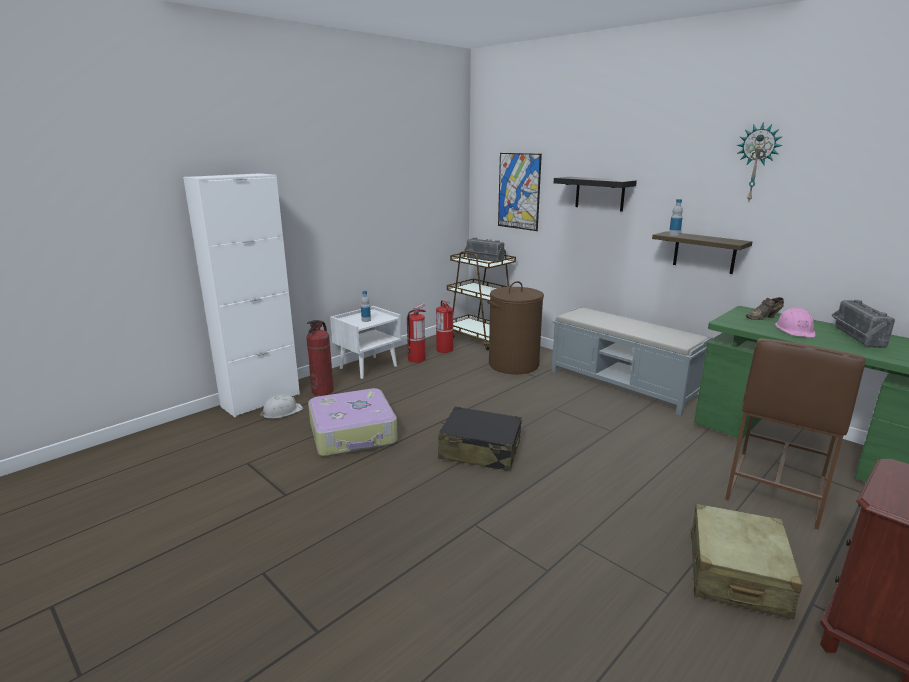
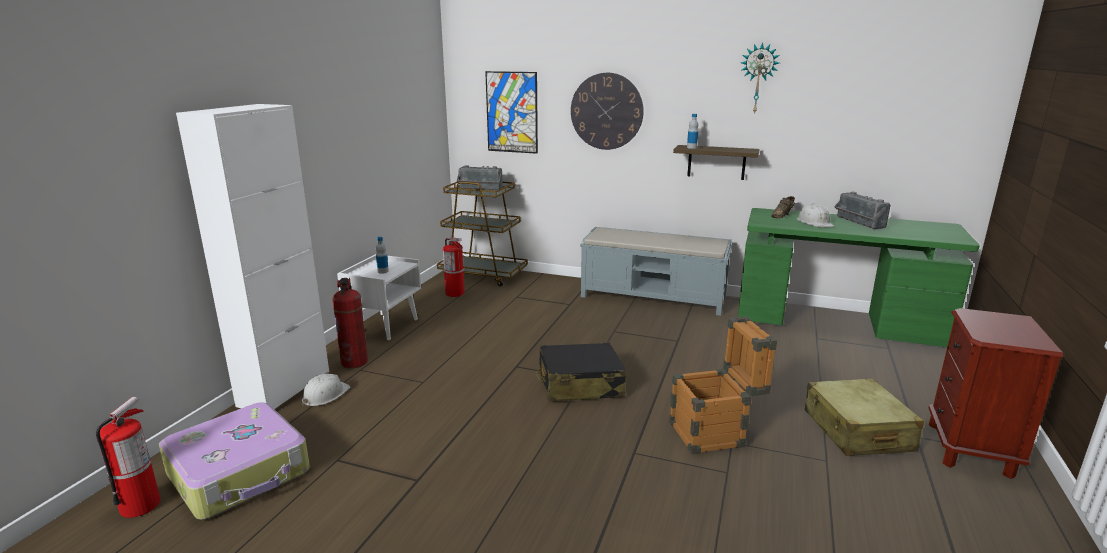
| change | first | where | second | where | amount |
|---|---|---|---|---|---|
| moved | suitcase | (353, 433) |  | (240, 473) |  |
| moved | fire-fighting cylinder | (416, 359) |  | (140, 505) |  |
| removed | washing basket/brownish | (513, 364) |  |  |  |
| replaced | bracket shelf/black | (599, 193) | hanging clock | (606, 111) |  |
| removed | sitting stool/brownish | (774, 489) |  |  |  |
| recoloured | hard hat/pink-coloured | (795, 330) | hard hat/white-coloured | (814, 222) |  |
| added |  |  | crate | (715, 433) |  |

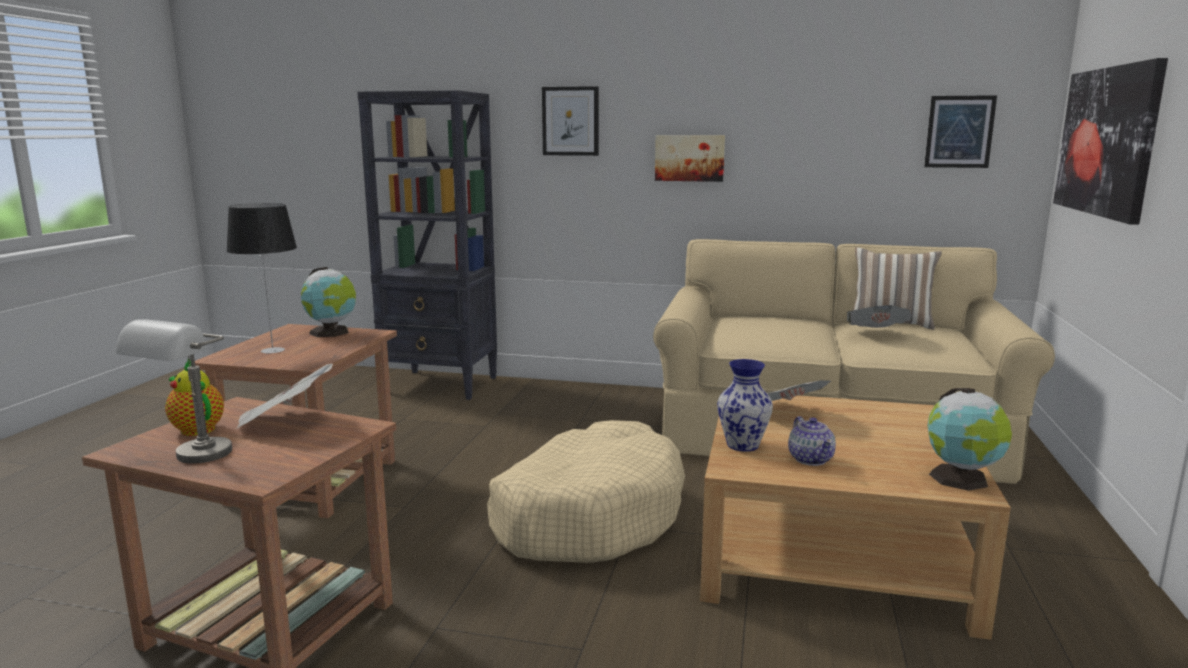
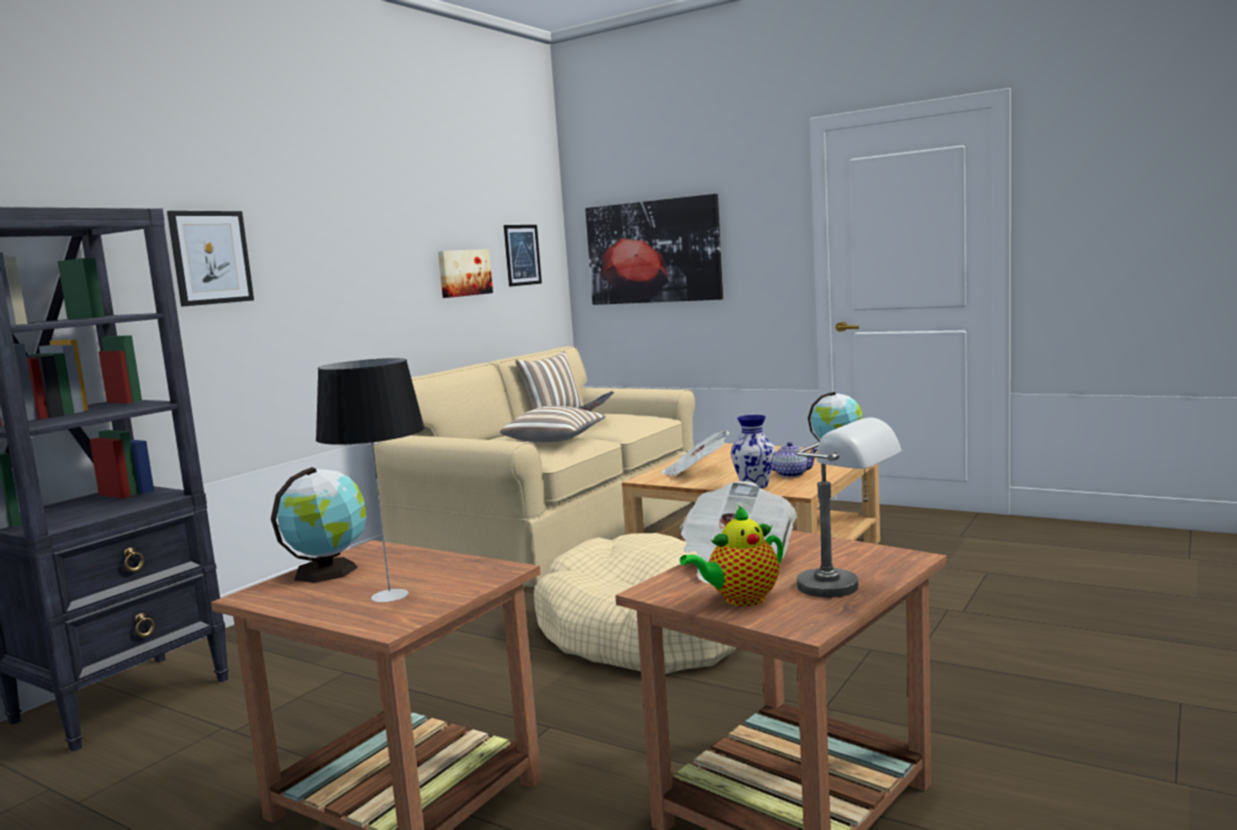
| change | first | where | second | where | amount |
|---|---|---|---|---|---|
| moved | wall art | (689, 158) |  | (463, 273) |  |
| added |  |  | throw pillow | (555, 440) |  |

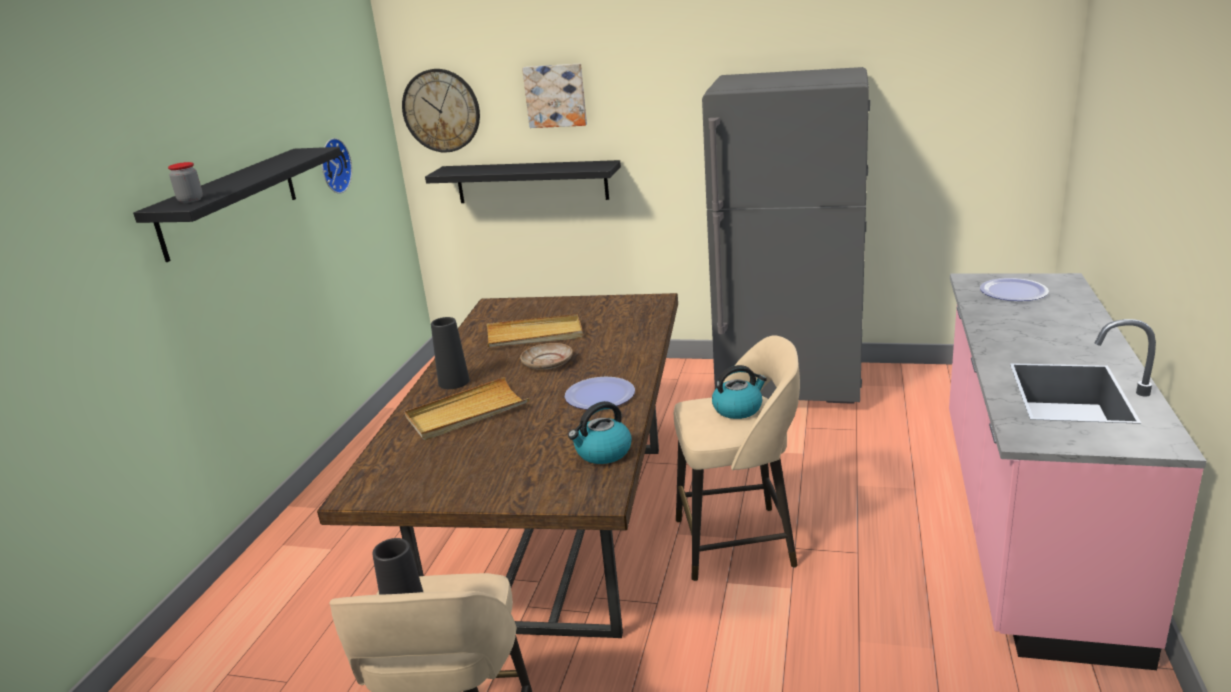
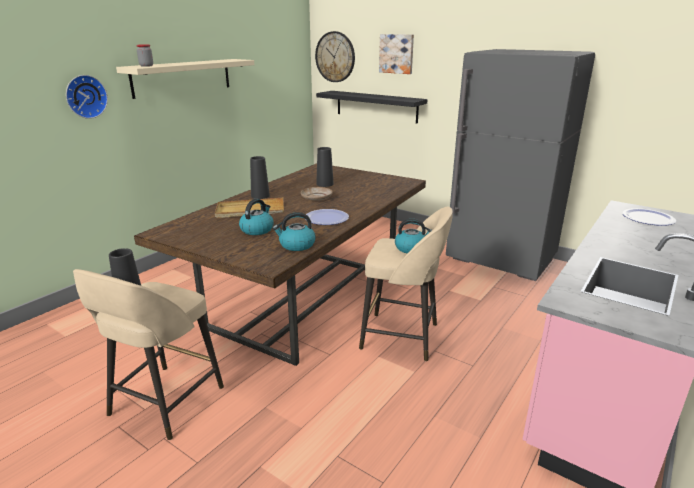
| change | first | where | second | where | amount |
|---|---|---|---|---|---|
| recoloured | bracket shelf/black | (230, 202) | bracket shelf/beige | (182, 77) |  |
| moved | hanging clock | (333, 166) |  | (85, 96) |  |
| replaced | carrying tray/beige | (535, 335) | vase/black | (325, 184) |  |
| added |  |  | tea kettle | (257, 229) |  |

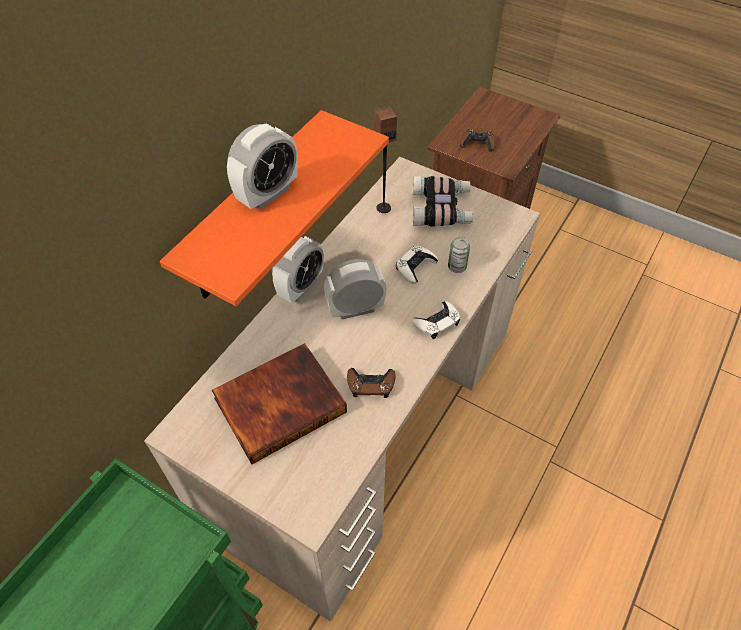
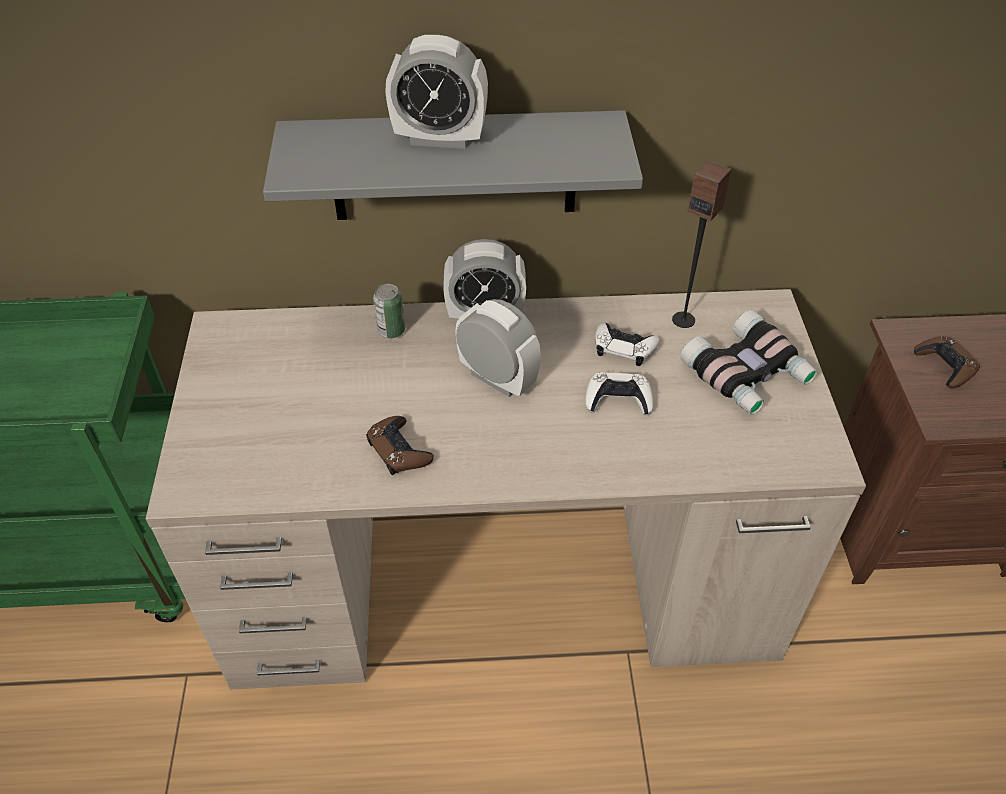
| change | first | where | second | where | amount |
|---|---|---|---|---|---|
| recoloured | bracket shelf/orange-coloured | (254, 210) | bracket shelf/gray | (454, 166) |  |
| removed | book | (280, 403) |  |  |  |
| moved | joypad/white-coloured | (437, 322) |  | (624, 348) |  |
| moved | sealed can | (457, 267) |  | (391, 330) |  |

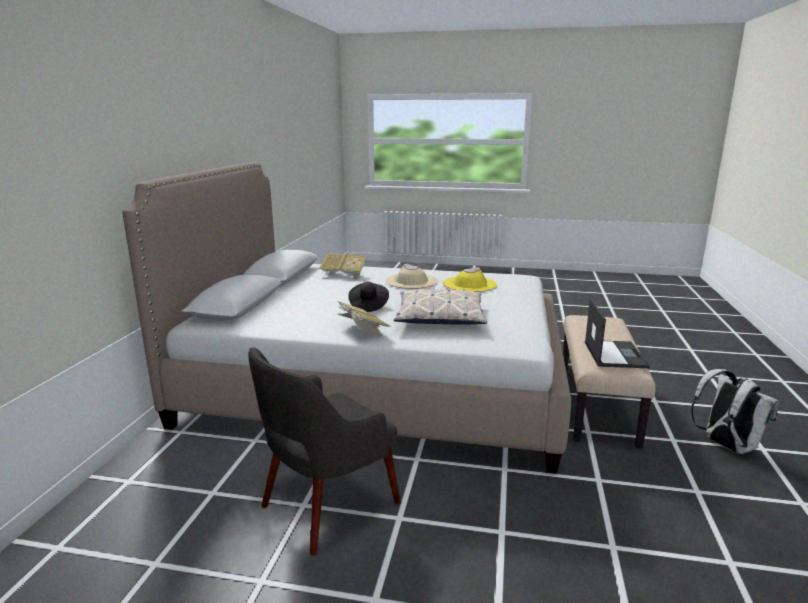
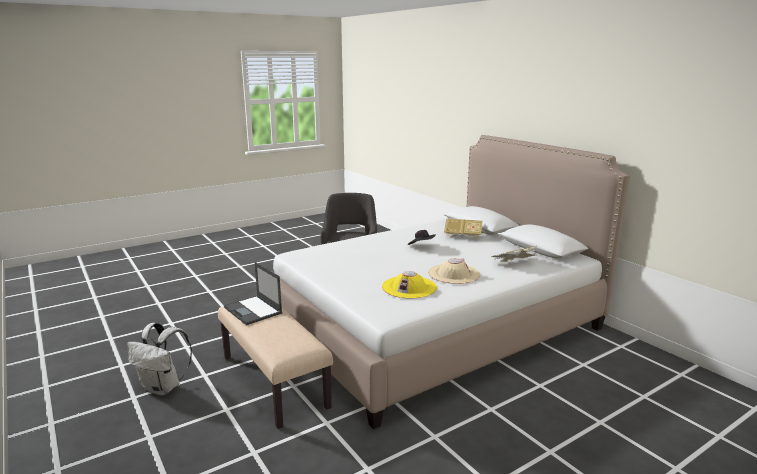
| change | first | where | second | where | amount |
|---|---|---|---|---|---|
| moved | book | (362, 330) |  | (462, 236) |  |
| removed | throw pillow | (440, 317) |  |  |  |

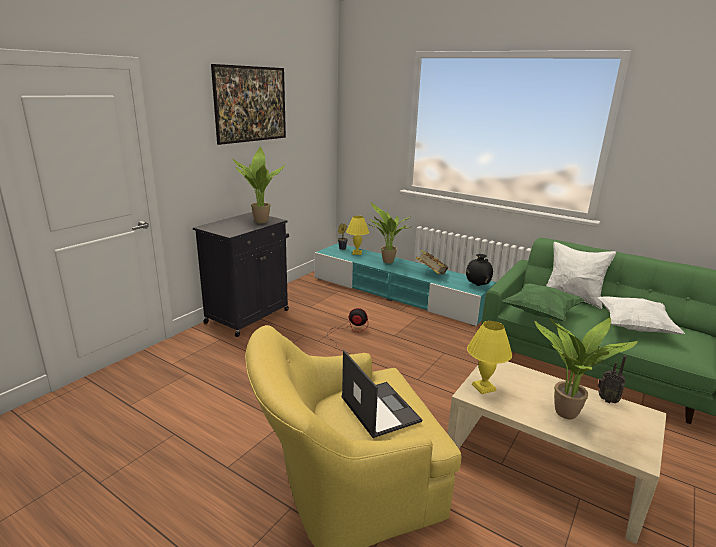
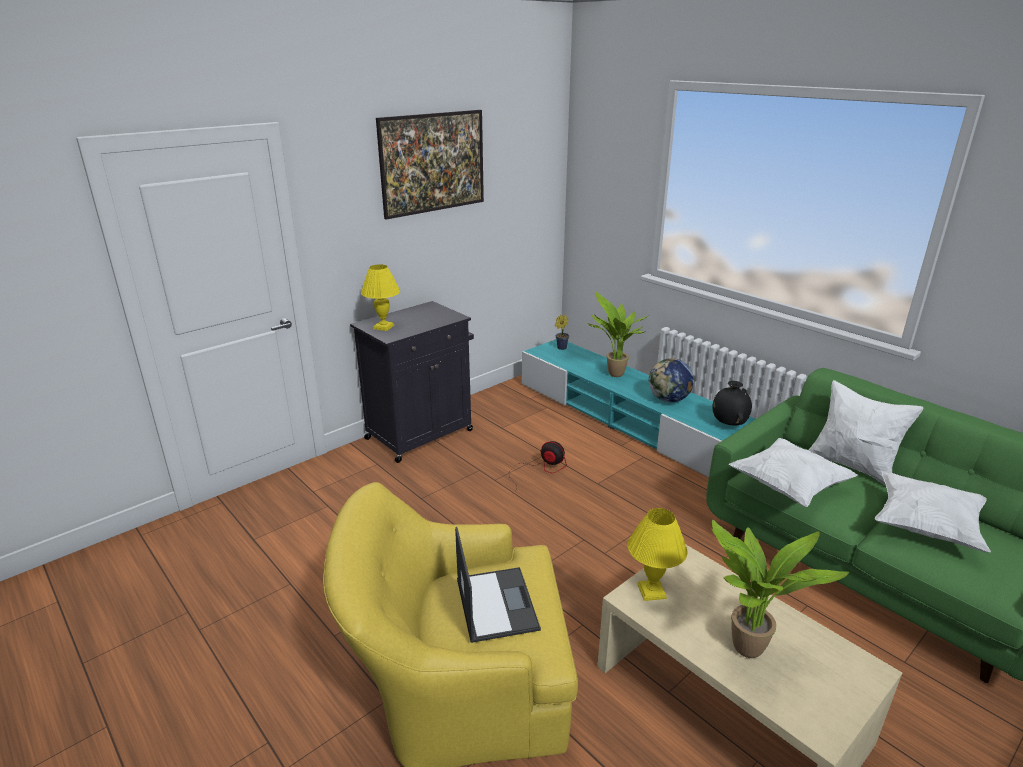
| change | first | where | second | where | amount |
|---|---|---|---|---|---|
| removed | plant in a pot | (259, 221) |  |  |  |
| moved | tabletop lamp/yellow | (356, 253) |  | (383, 327) |  |
| replaced | book | (431, 274) | world globe | (669, 399) |  |
| recoloured | throw pillow/greenish | (540, 313) | throw pillow/white-coloured | (788, 486) |  |
| removed | radio receiver | (607, 400) |  |  |  |

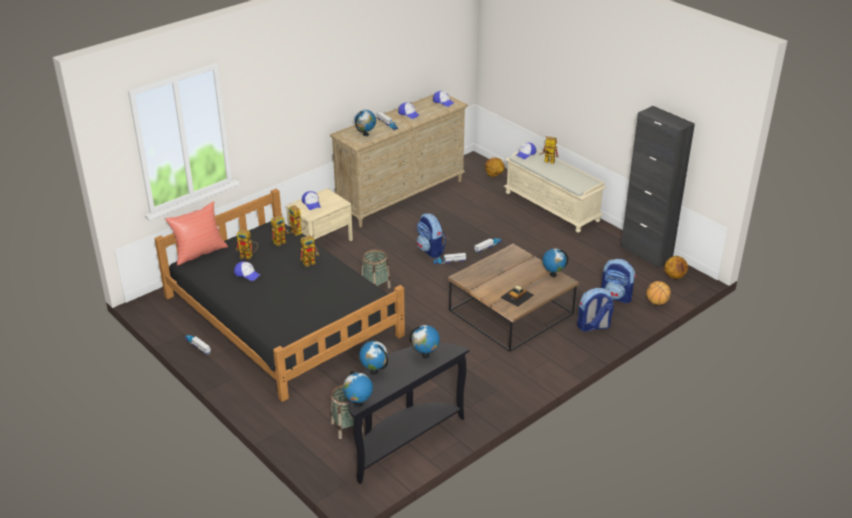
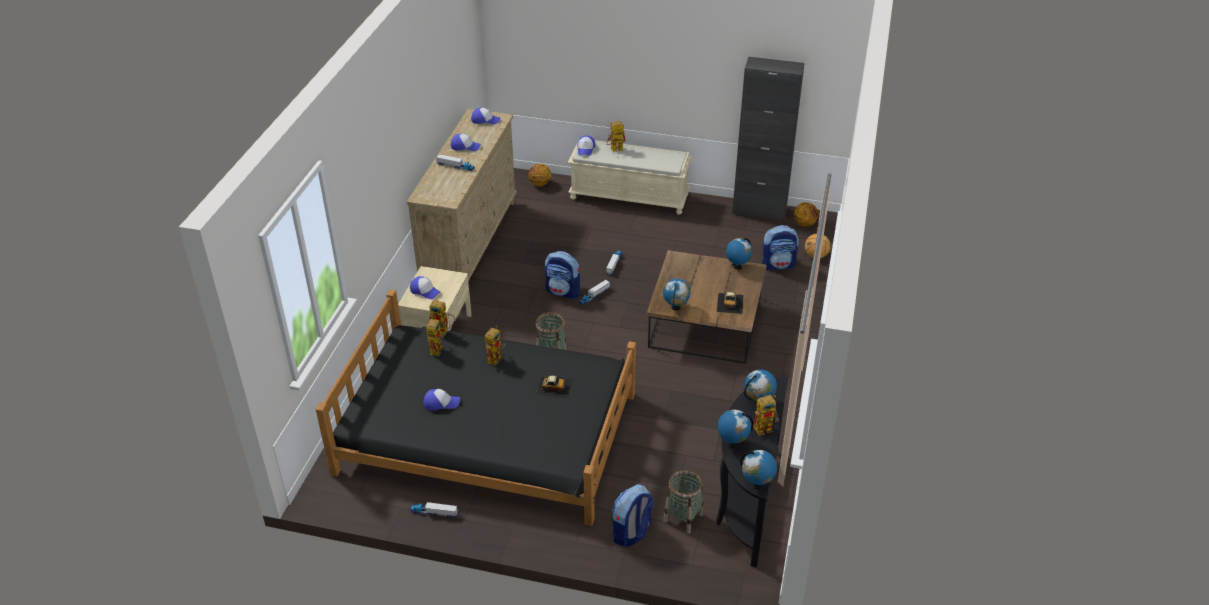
| change | first | where | second | where | amount |
|---|---|---|---|---|---|
| removed | throw pillow/red | (199, 252) |  |  |  |
| moved | toy robot | (249, 256) |  | (766, 427) |  |
| moved | world globe | (366, 134) |  | (676, 308) |  |
| moved | backpack | (593, 326) |  | (632, 533) |  |
| added |  |  | toy car | (553, 386) |  |

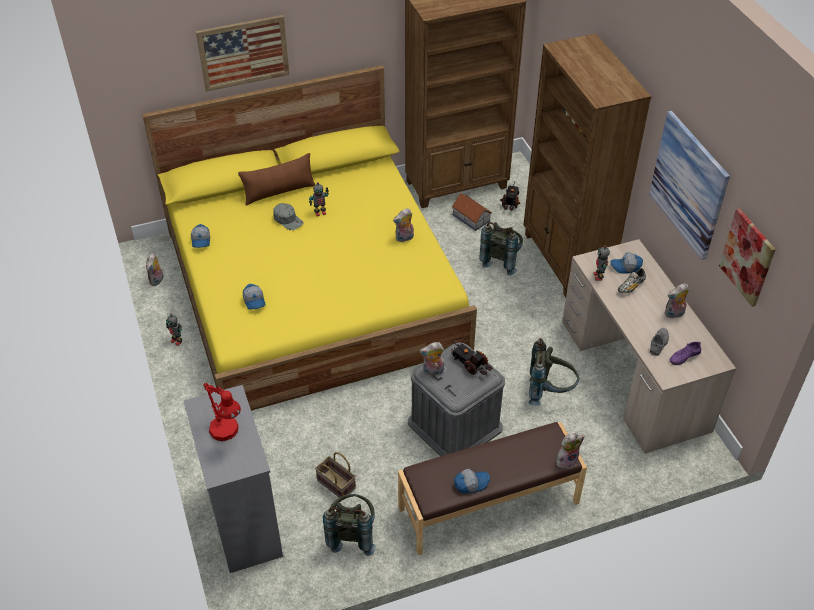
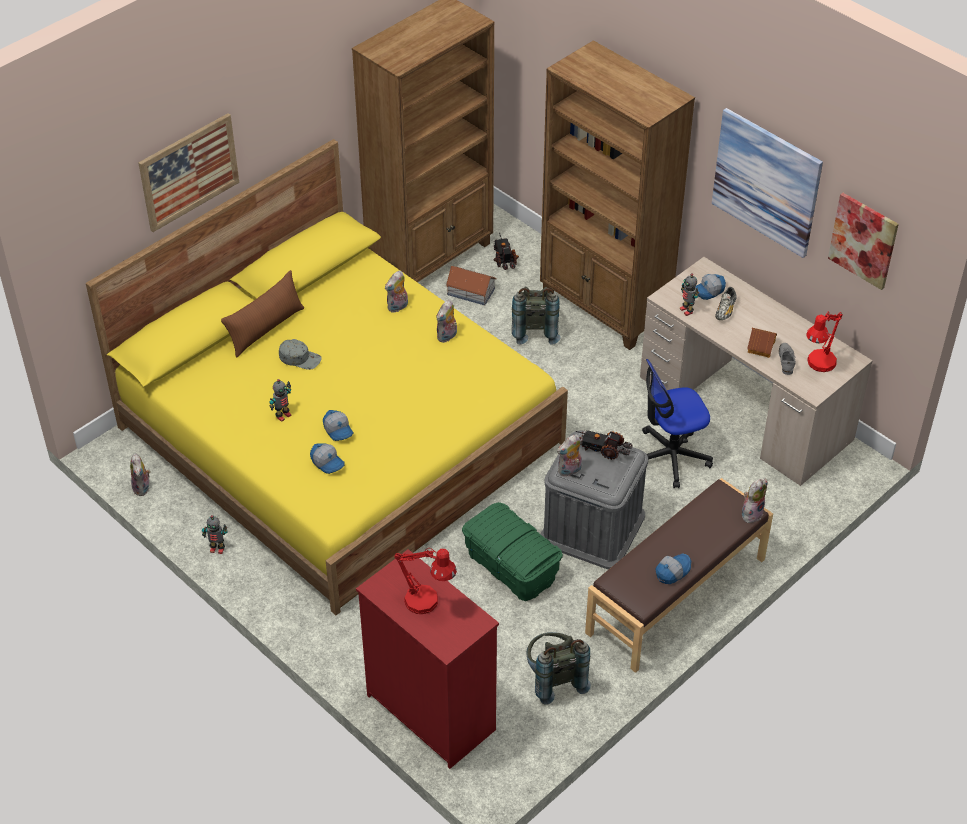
| change | first | where | second | where | amount |
|---|---|---|---|---|---|
| recoloured | chest of drawers/gray | (245, 521) | chest of drawers/red | (430, 711) |  |
| moved | peaked cap | (201, 241) |  | (338, 430) |  |
| moved | toy robot | (320, 212) |  | (283, 415) |  |
| removed | household basket | (335, 484) |  |  |  |
| replaced | backpack/gray | (549, 392) | desk chair | (670, 457) |  |
| moved | cuddly toy | (674, 314) |  | (398, 307) |  |
| replaced | item of footwear/purple | (684, 356) | tabletop lamp/red | (818, 365) |  |
| added |  |  | storage bin/greenish | (511, 566) |  |
| added |  |  | toy house | (760, 347) |  |

